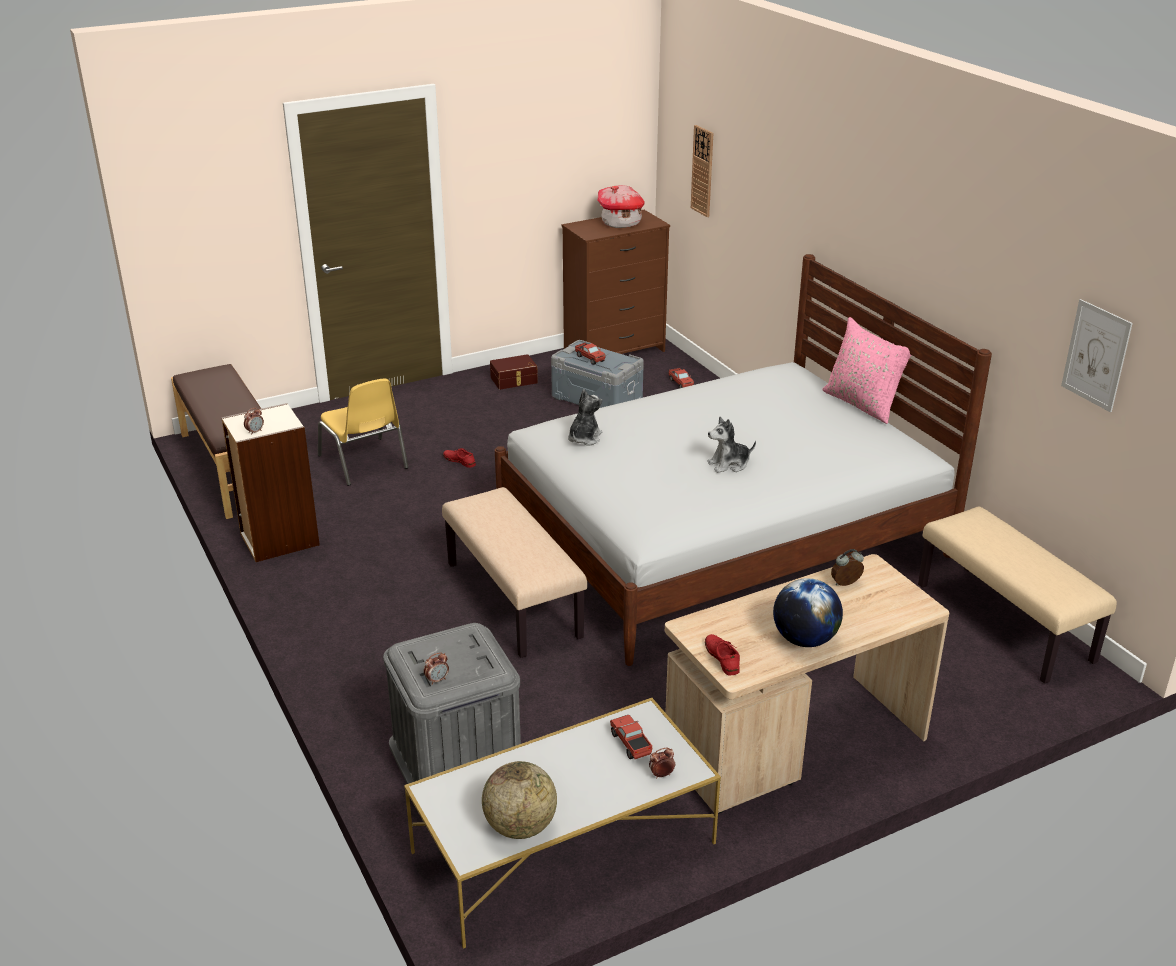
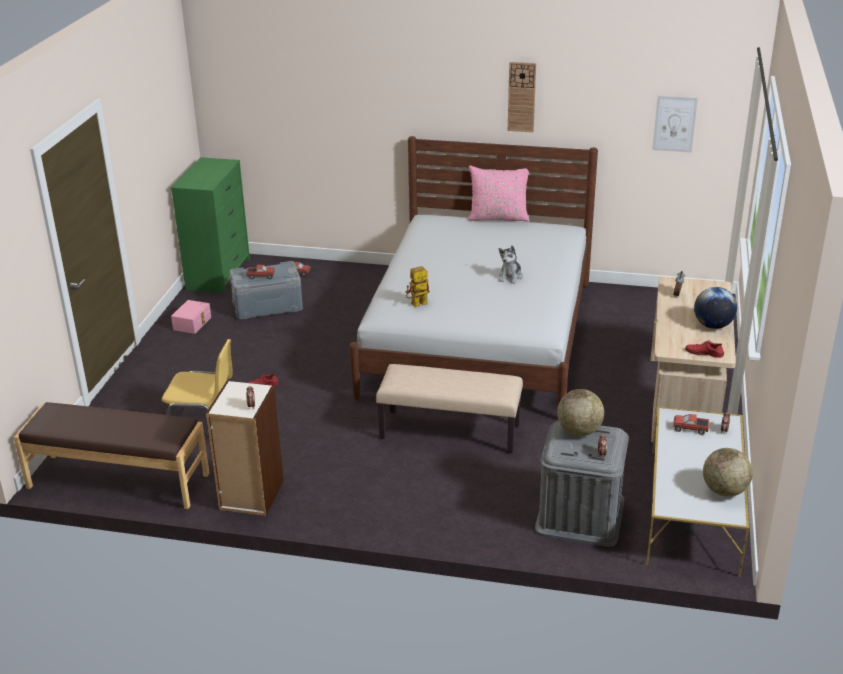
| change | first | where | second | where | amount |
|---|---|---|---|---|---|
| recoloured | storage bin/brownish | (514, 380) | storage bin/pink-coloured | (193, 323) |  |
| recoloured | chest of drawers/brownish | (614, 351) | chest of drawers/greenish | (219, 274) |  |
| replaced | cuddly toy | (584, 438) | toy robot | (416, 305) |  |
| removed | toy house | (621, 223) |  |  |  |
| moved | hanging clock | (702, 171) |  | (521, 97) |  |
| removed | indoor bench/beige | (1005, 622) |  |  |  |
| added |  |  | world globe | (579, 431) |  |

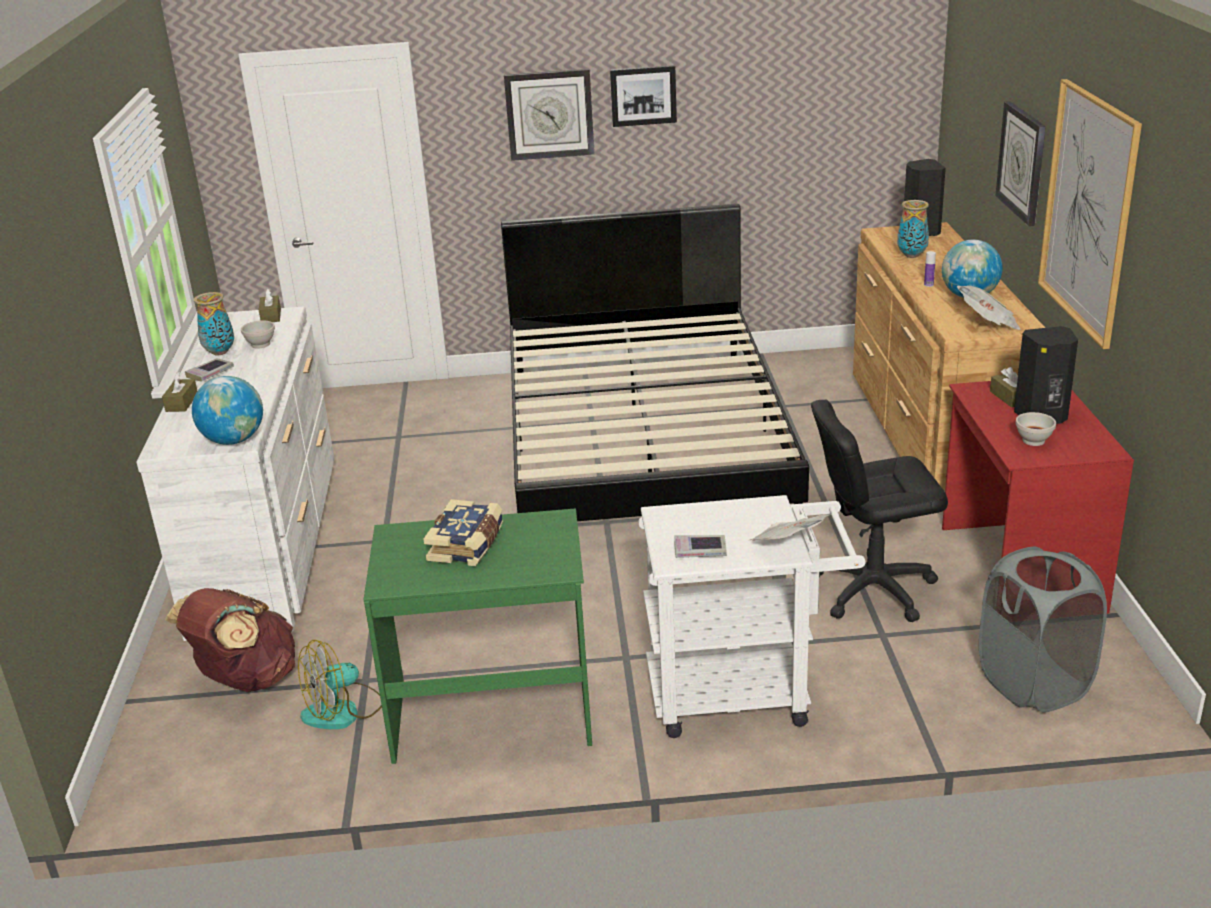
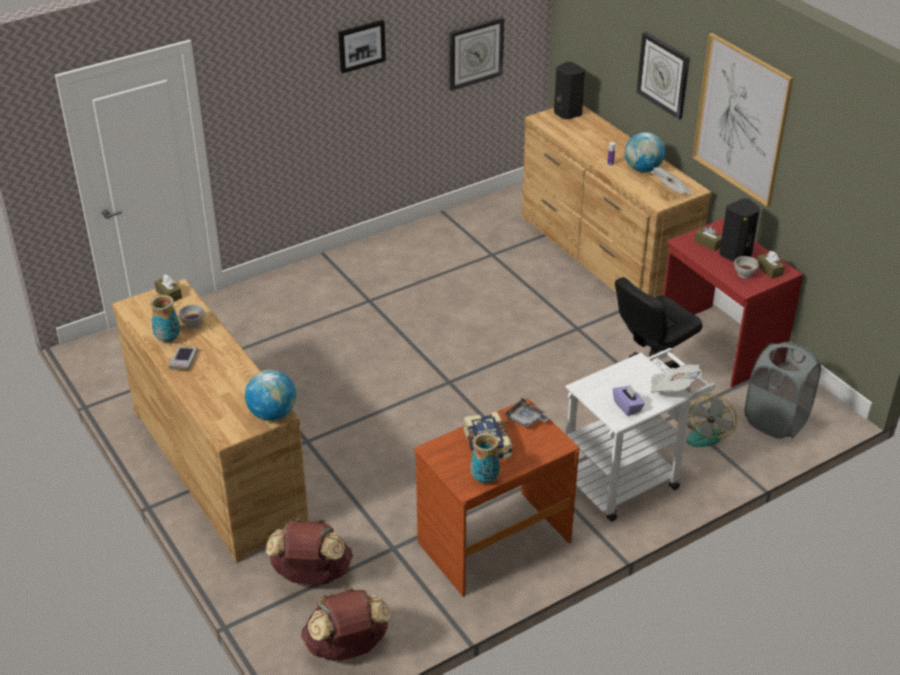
| change | first | where | second | where | amount |
|---|---|---|---|---|---|
| recoloured | chest of drawers/white-coloured | (267, 541) | chest of drawers/brownish | (219, 467) |  |
| moved | box of tissues/brownish | (182, 403) |  | (769, 270) |  |
| moved | cooling fan | (343, 711) |  | (706, 433) |  |
| recoloured | desk/greenish | (492, 711) | desk/brownish | (493, 541) |  |
| removed | bed/black | (644, 443) |  |  |  |
| moved | hanging clock | (549, 114) |  | (475, 53) |  |
| replaced | book | (700, 550) | box of tissues/purple | (627, 407) |  |
| moved | vase | (912, 255) |  | (485, 479) |  |
| added |  |  | backpack/brownish | (347, 648) |  |
| added |  |  | carrying tray/gray | (526, 419) |  |

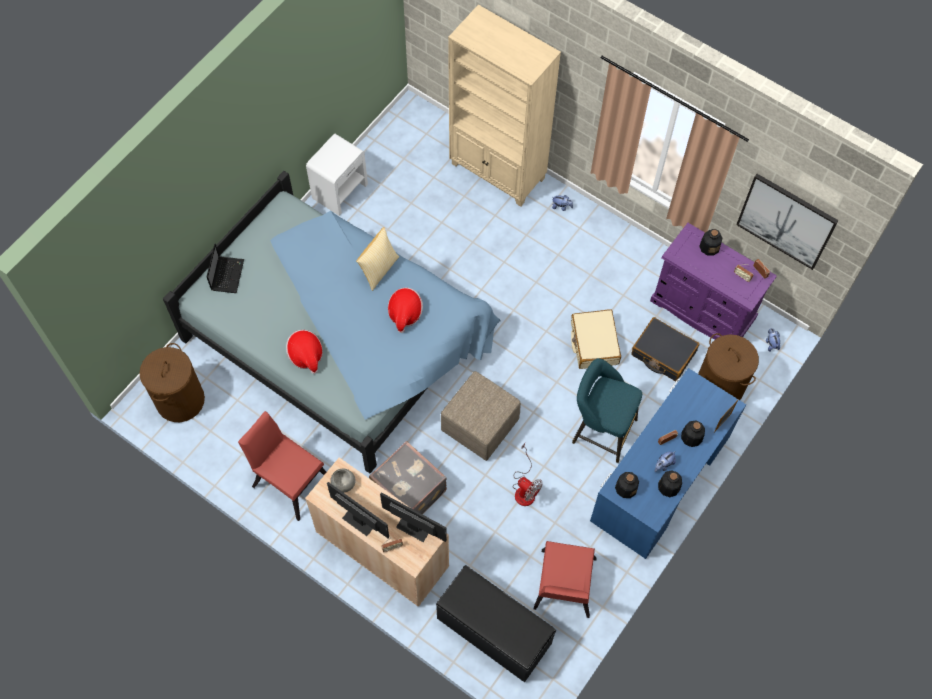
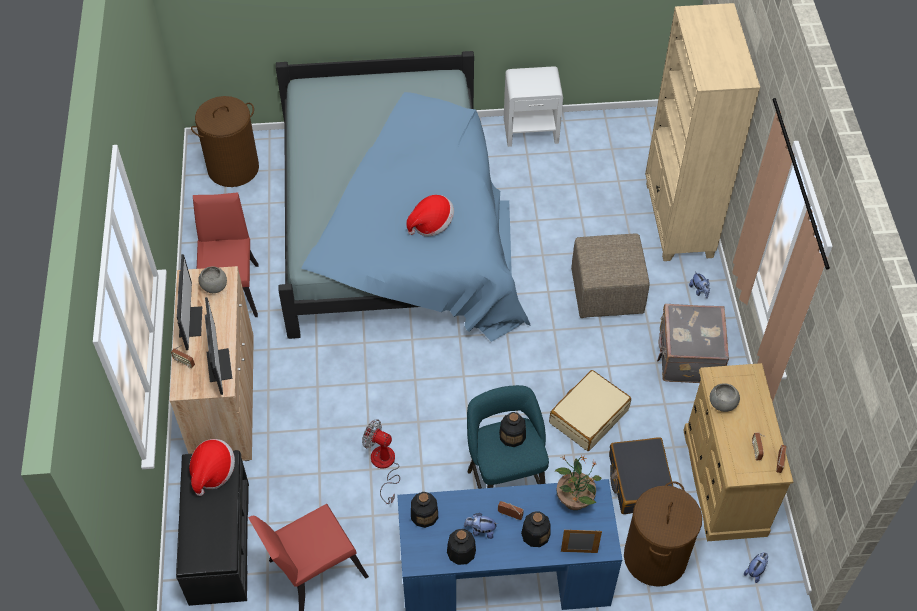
| change | first | where | second | where | amount |
|---|---|---|---|---|---|
| removed | laptop | (227, 274) |  |  |  |
| moved | wearable hat | (306, 355) |  | (213, 472) |  |
| removed | throw pillow | (378, 269) |  |  |  |
| moved | suitcase/gray | (408, 491) |  | (688, 357) |  |
| moved | ottoman/beige | (480, 424) |  | (607, 292) |  |
| turned | cooling fan | (524, 488) |  | (384, 466) | 120 degrees clockwise |
| recoloured | chest of drawers/purple | (702, 310) | chest of drawers/beige | (724, 482) |  |
| moved | drink bottle | (709, 246) |  | (512, 435) |  |
| removed | wall art | (786, 221) |  |  |  |
| added |  |  | plant in a pot | (574, 499) |  |
| added |  |  | bowl/gray | (722, 404) |  |

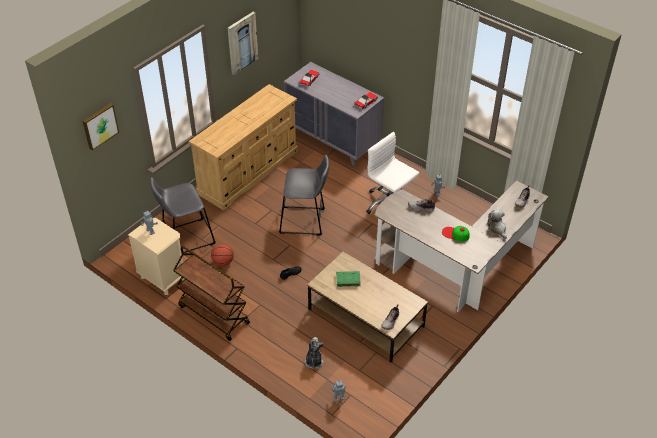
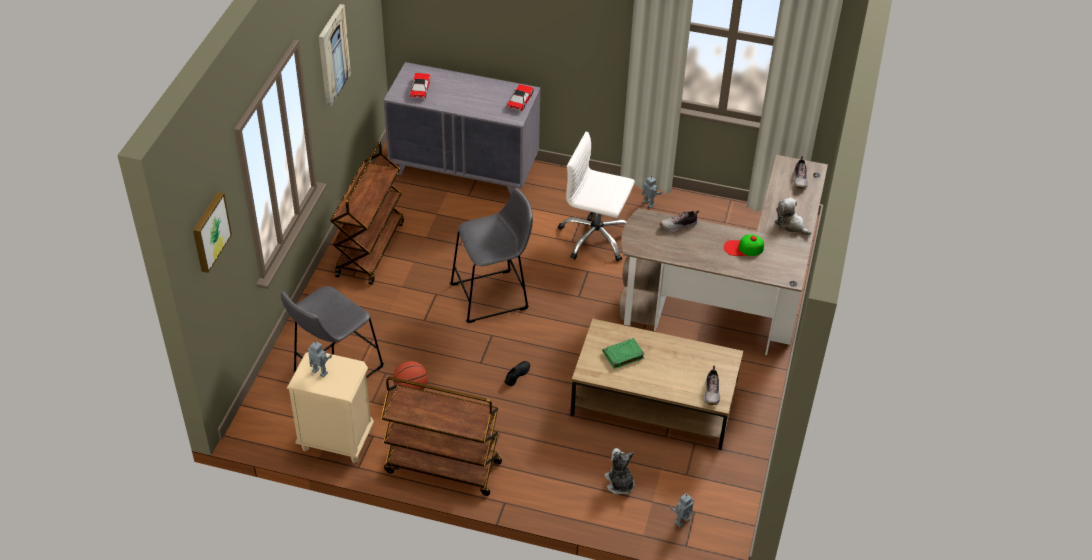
| change | first | where | second | where | amount |
|---|---|---|---|---|---|
| replaced | chest of drawers/beige | (248, 171) | cart/brownish | (370, 248) |  |

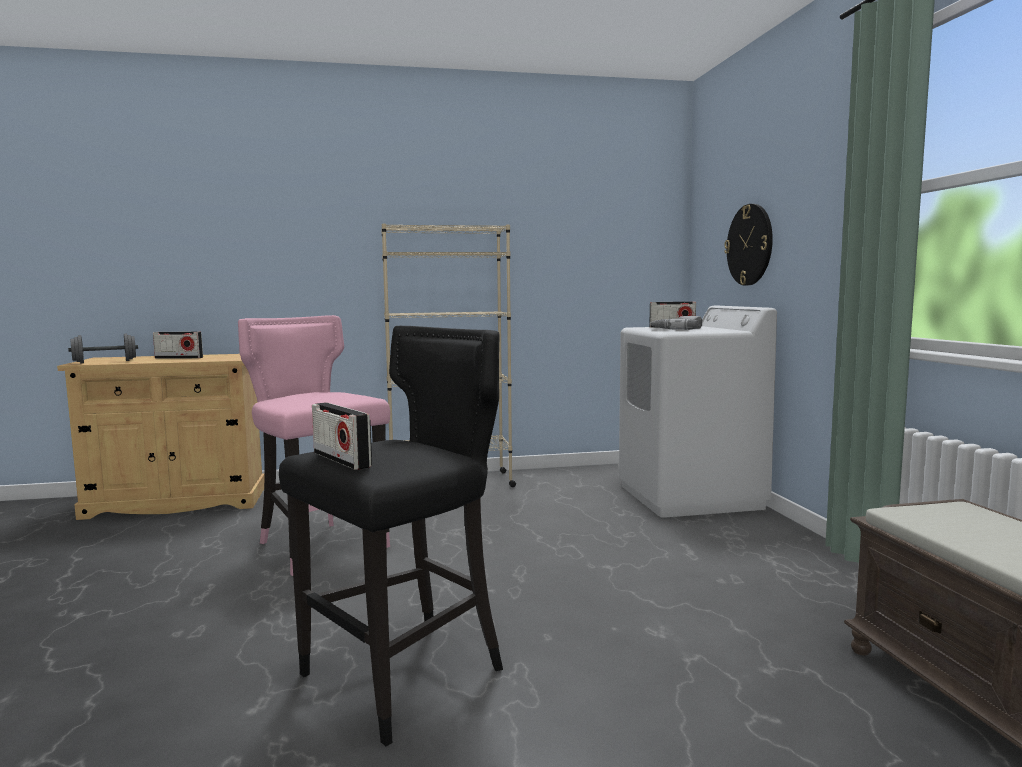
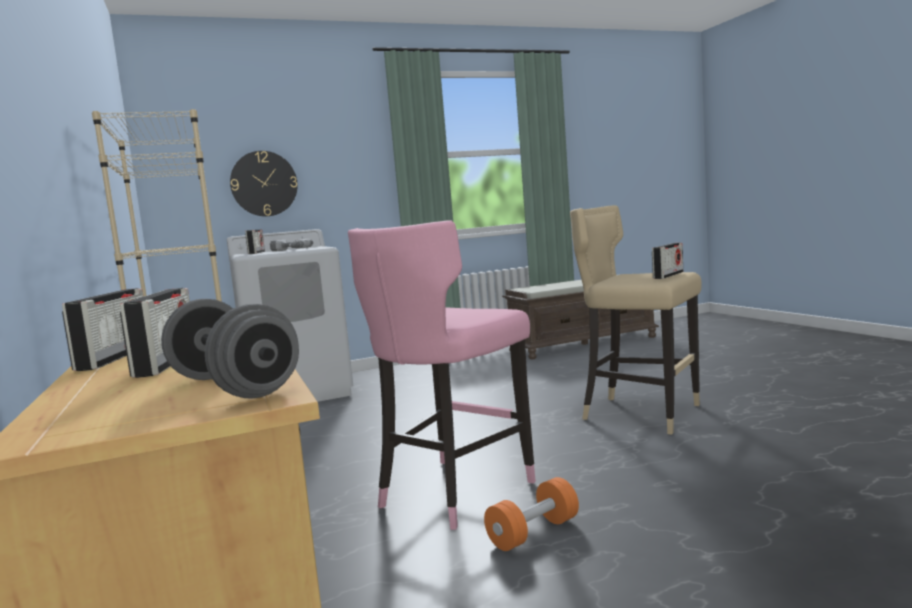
| change | first | where | second | where | amount |
|---|---|---|---|---|---|
| recoloured | sitting stool/black | (407, 676) | sitting stool/beige | (640, 413) |  |
| added |  |  | radio receiver | (115, 357) |  |
| added |  |  | free weight/orange-coloured | (533, 532) |  |

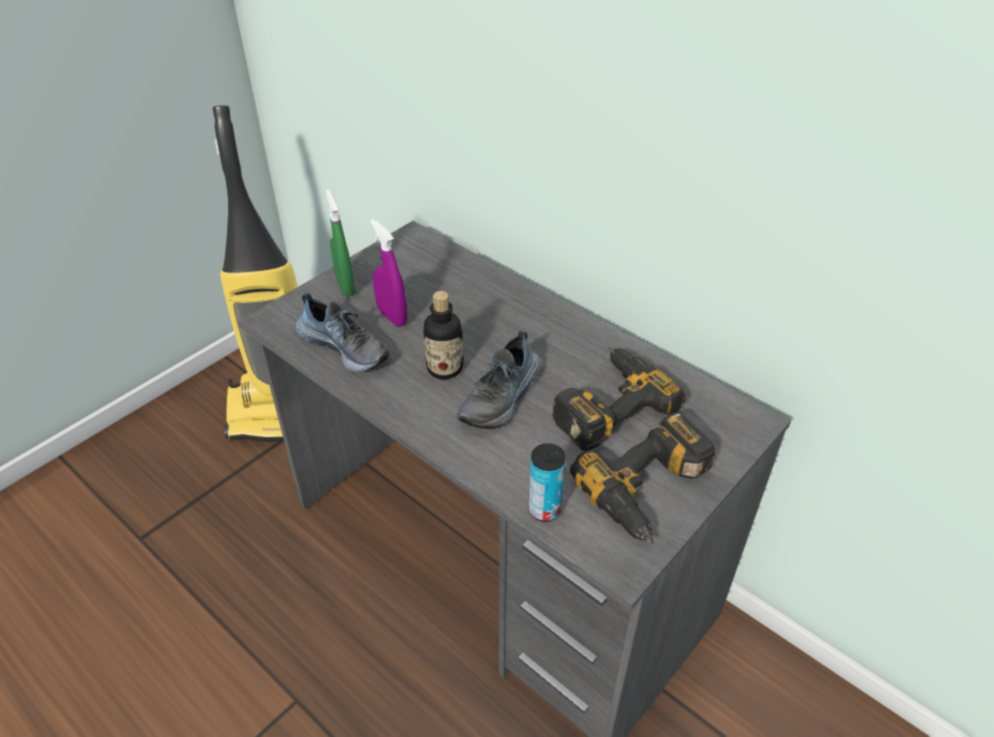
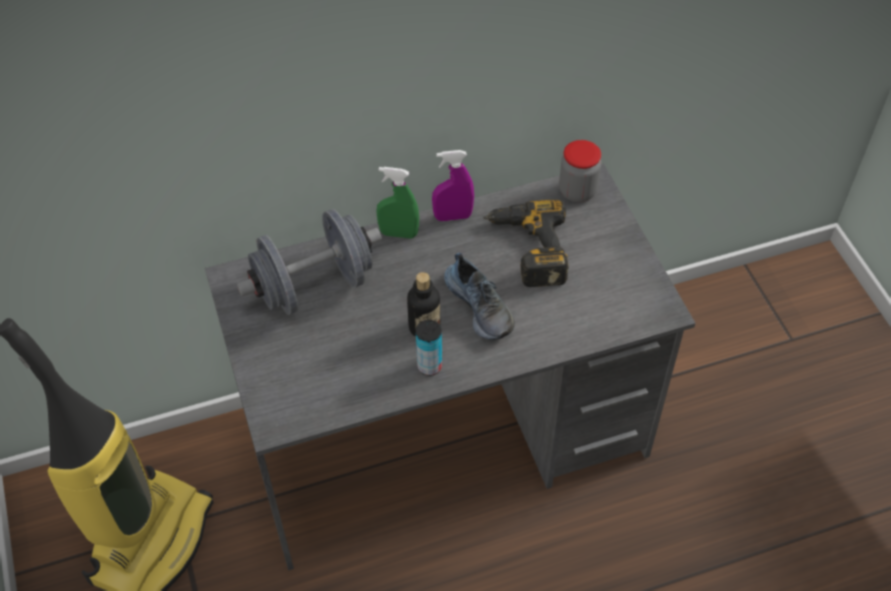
| change | first | where | second | where | amount |
|---|---|---|---|---|---|
| removed | item of footwear | (345, 346) |  |  |  |
| moved | spray bottle/greenish | (345, 286) |  | (398, 233) |  |
| moved | spray bottle/purple | (392, 317) |  | (453, 216) |  |
| moved | sealed can | (544, 510) |  | (429, 366) |  |
| removed | electric drill | (651, 491) |  |  |  |
| added |  |  | free weight/gray | (314, 286) |  |
| added |  |  | jar | (577, 191) |  |

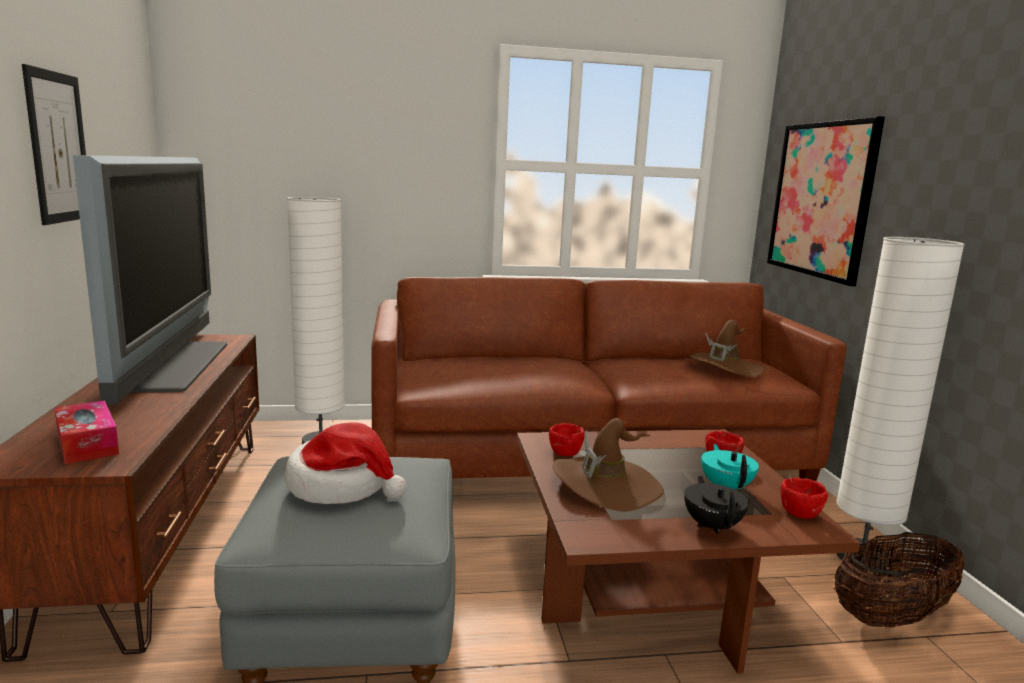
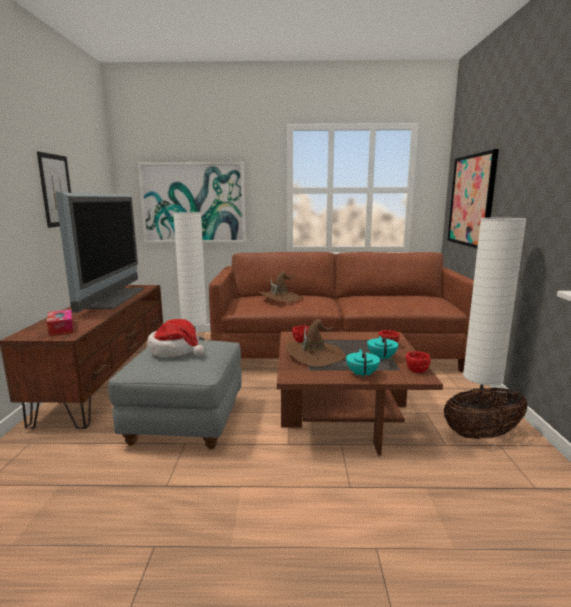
| change | first | where | second | where | amount |
|---|---|---|---|---|---|
| recoloured | tea pot/black | (712, 526) | tea pot/turquoise-coloured | (362, 374) |  |
| moved | wearable hat/brownish | (724, 367) |  | (281, 298) |  |
| added |  |  | wall art | (193, 203) |  |

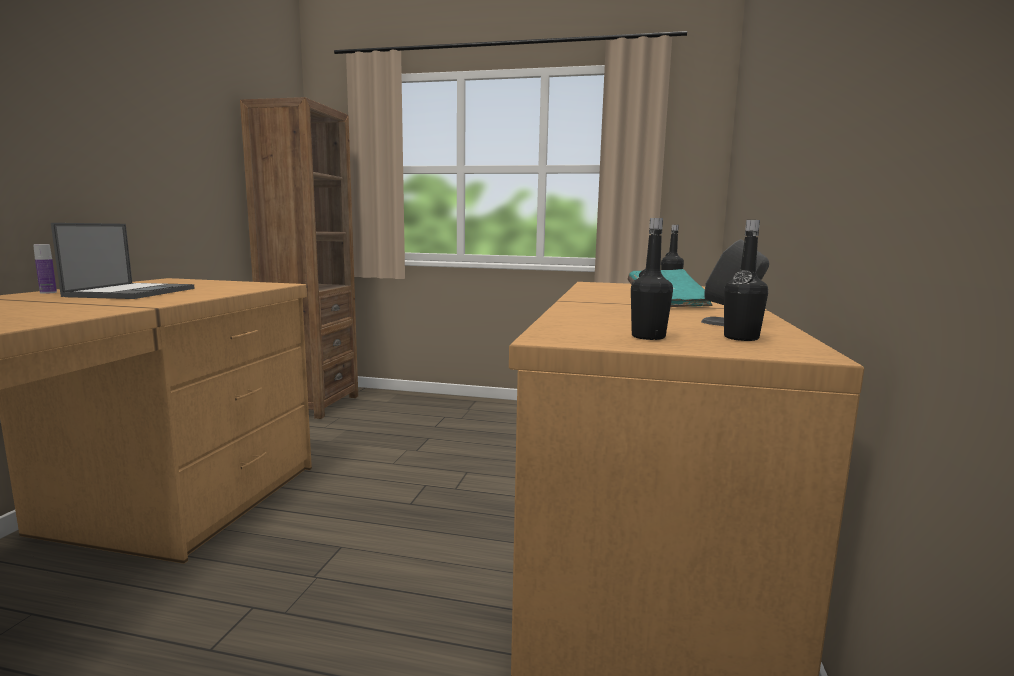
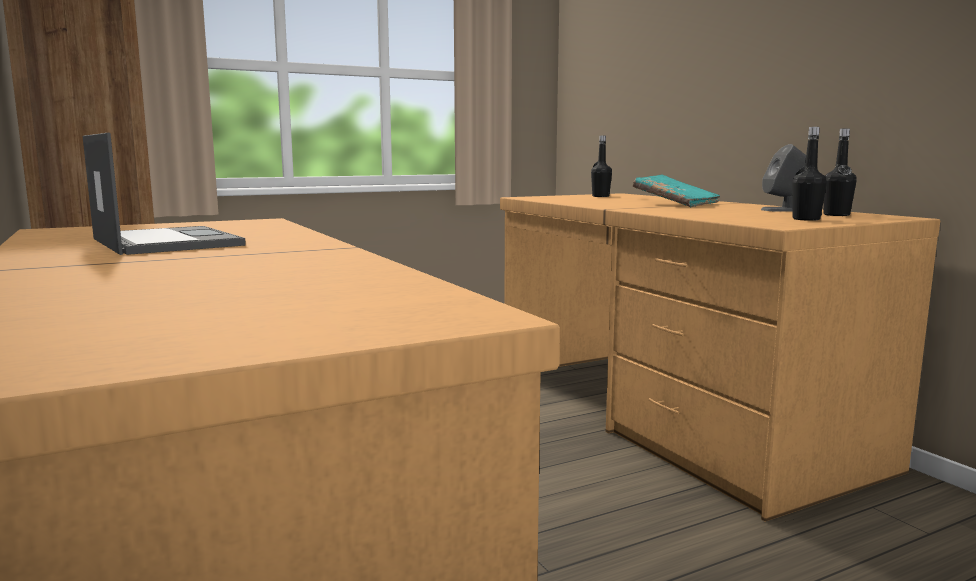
| change | first | where | second | where | amount |
|---|---|---|---|---|---|
| removed | drink bottle | (48, 292) |  |  |  |

